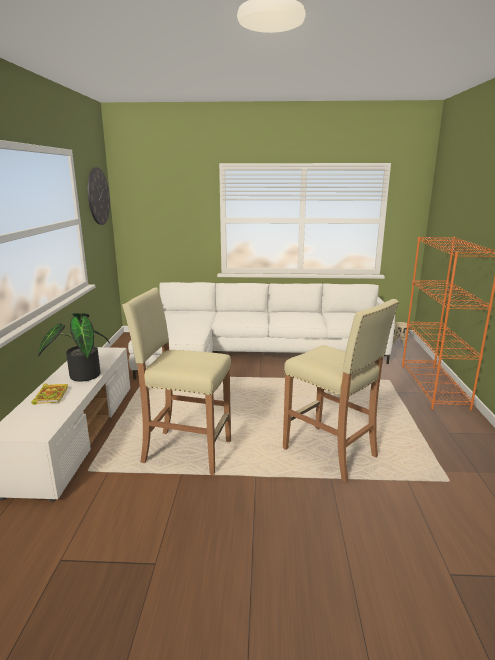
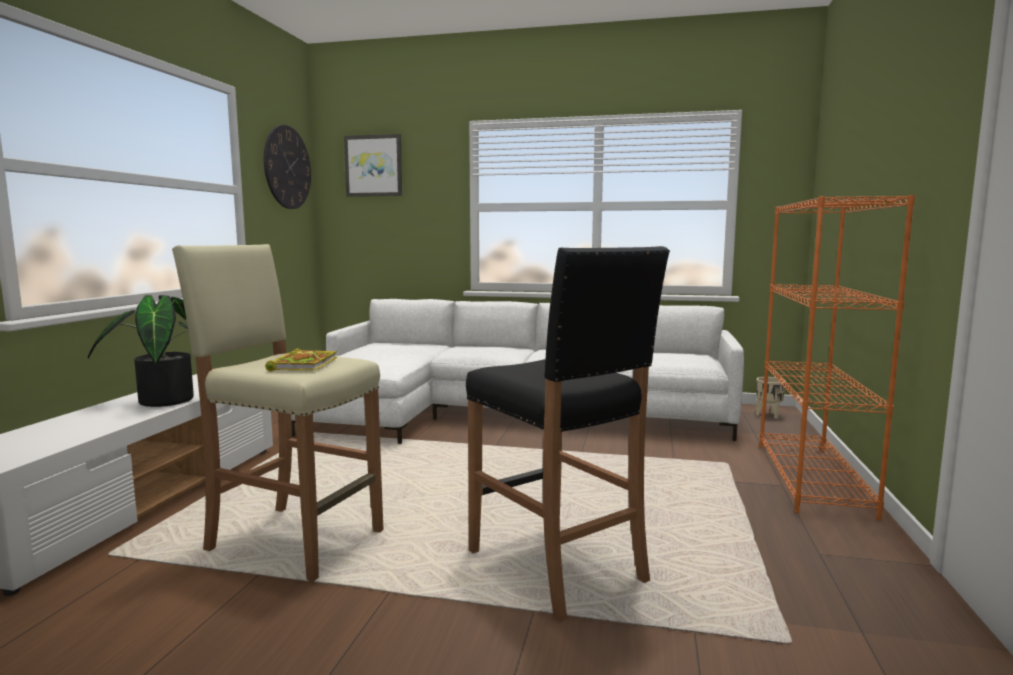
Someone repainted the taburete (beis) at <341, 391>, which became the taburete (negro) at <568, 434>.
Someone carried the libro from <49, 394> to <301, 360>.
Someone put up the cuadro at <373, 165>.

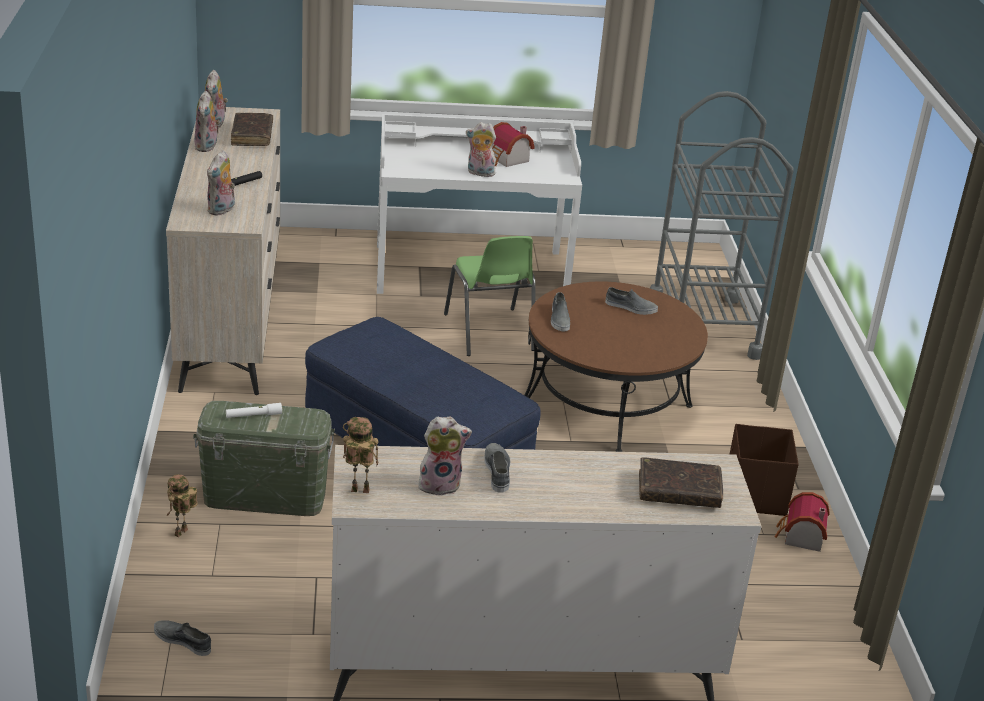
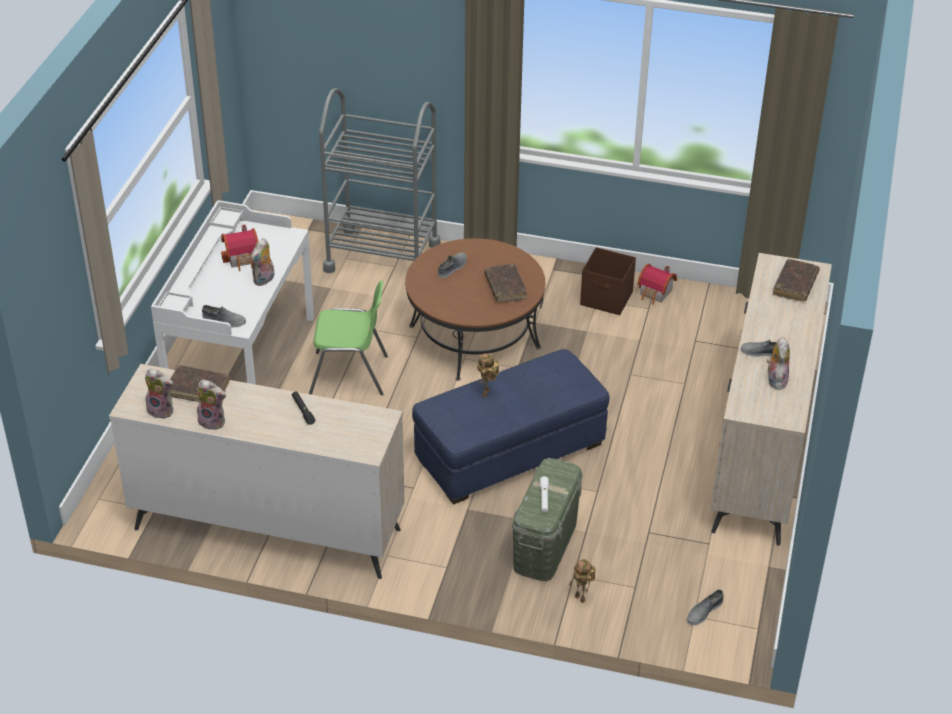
Someone took away the peluche at <221, 183>.
Someone carried the zapato (gris) from <560, 311> to <224, 316>.
Someone carried the robot de juguete from <360, 455> to <488, 375>.
Someone put down the libro (marrón) at <505, 283>.

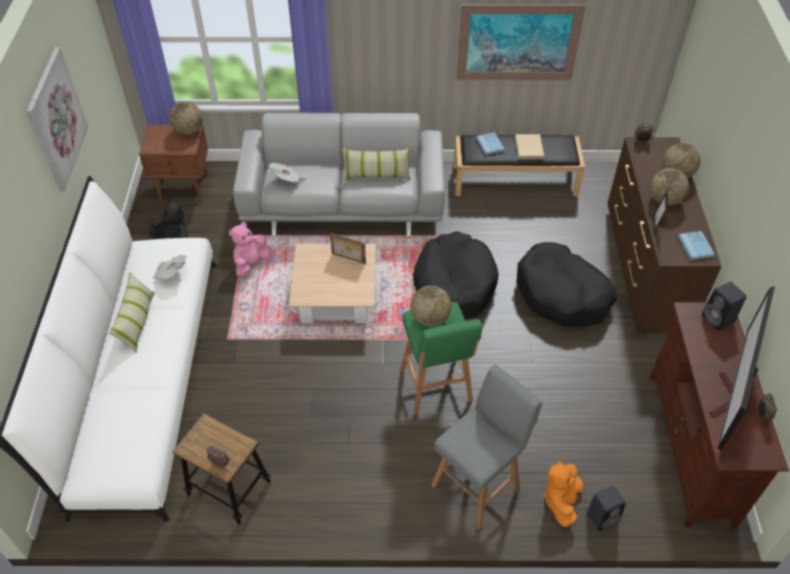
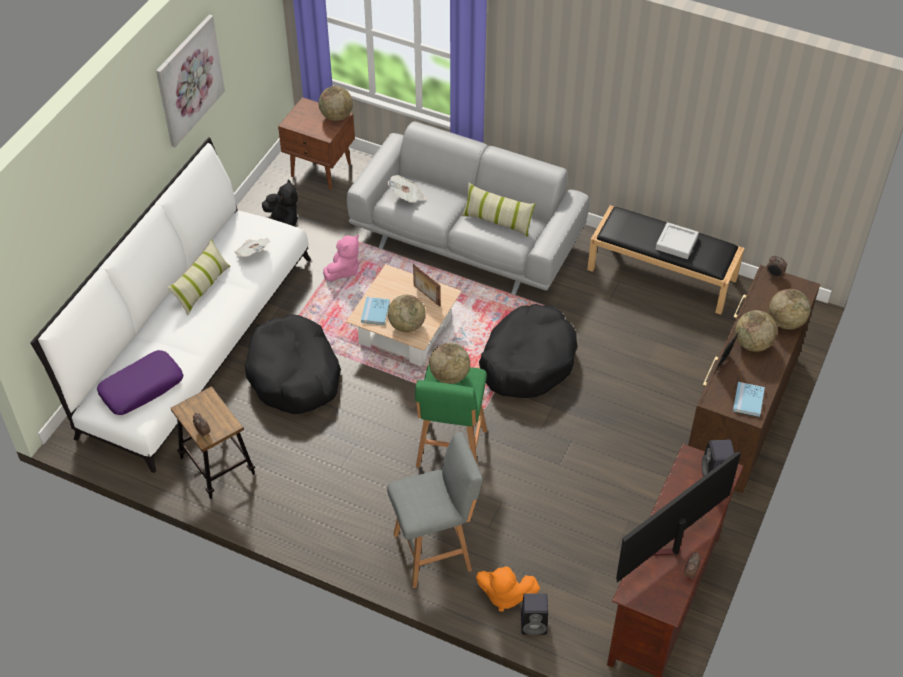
Someone took away the cuadro at <521, 42>.
Someone carried the libro (azul) from <490, 143> to <375, 311>.
Someone swapped the libro (beis) at <530, 147> for the bandeja (gris) at <677, 240>.
Someone rotated the peluche (rosa) at <250, 249> by 150 degrees clockwise.
Someone carried the cama para perro (negro) from <566, 284> to <293, 364>.
Someone rotated the peluche (naranja) at <564, 493> by 120 degrees counterclockwise.
Someone put down the globo terráqueo at <407, 314>.
Someone put down the cojín (morado) at <140, 382>.

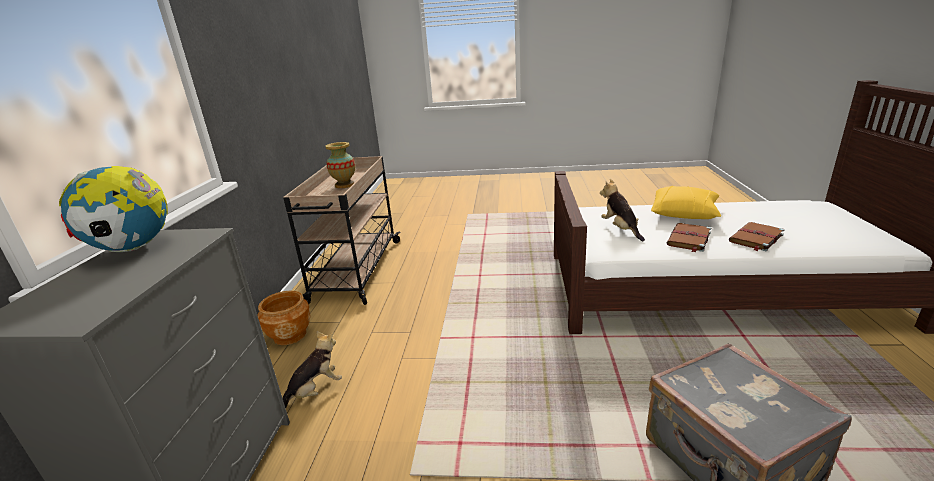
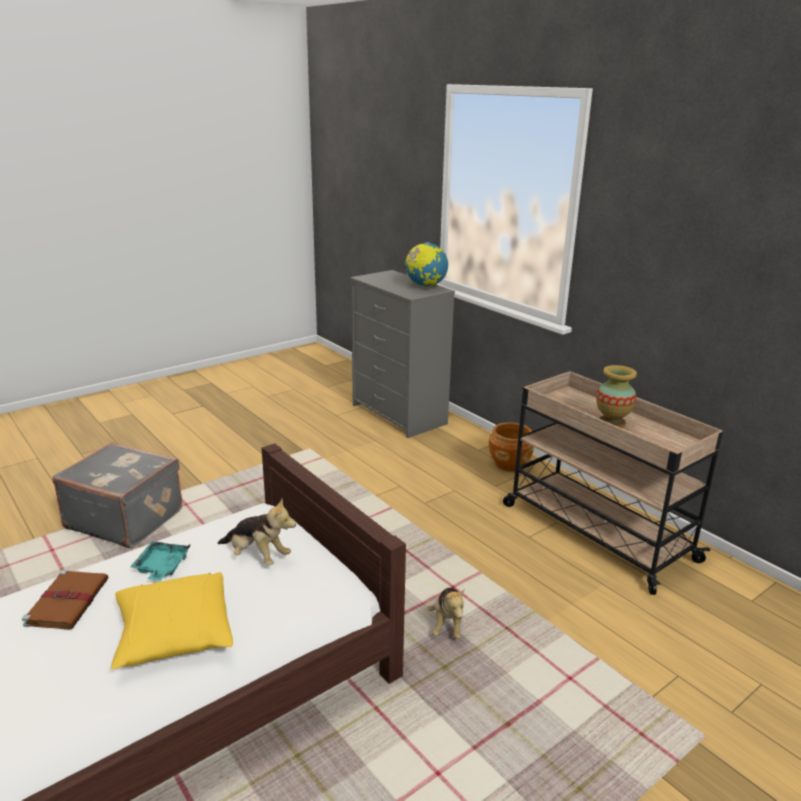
Someone swapped the libro (marrón) at <689, 238> for the bandeja (turquesa) at <160, 560>.
Someone carried the peluche from <312, 369> to <446, 613>.

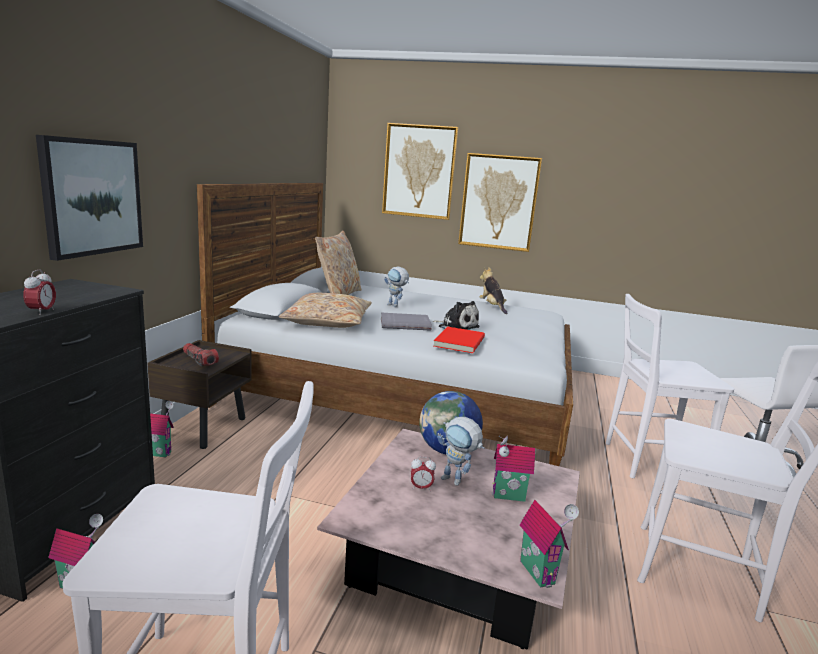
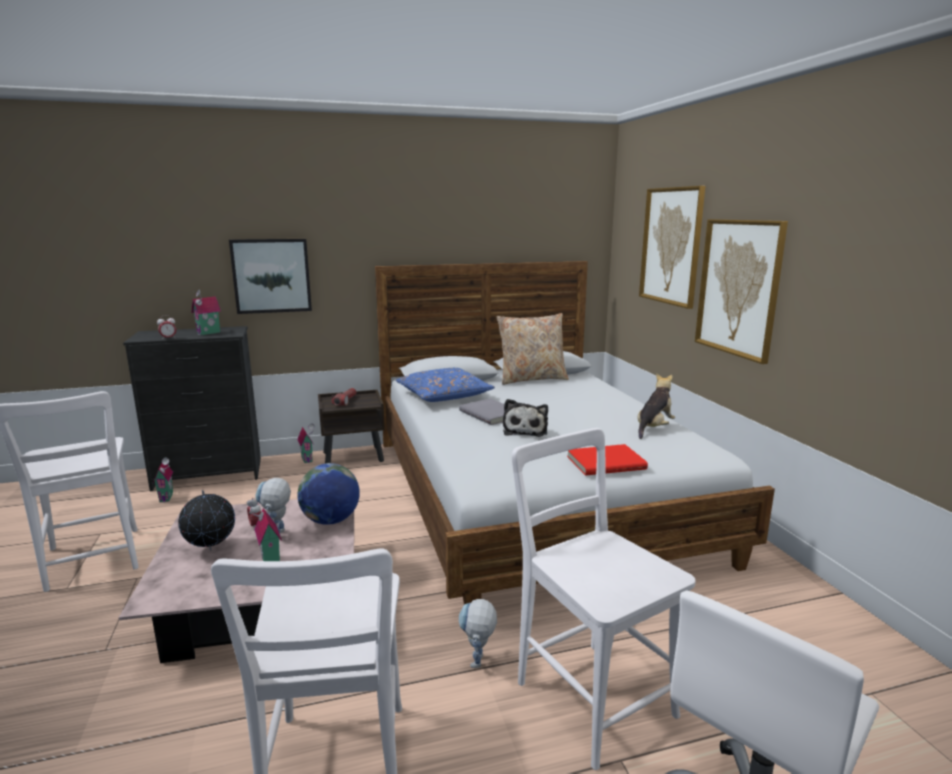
Someone carried the robot de juguete from <396, 286> to <478, 633>.
Someone repainted the cojín (beis) at <325, 310>, which became the cojín (azul) at <445, 385>.
Someone carried the libro (rojo) from <459, 340> to <607, 460>.
Someone carried the casita from <549, 544> to <206, 312>.
Someone put down the globo terráqueo at <206, 520>.

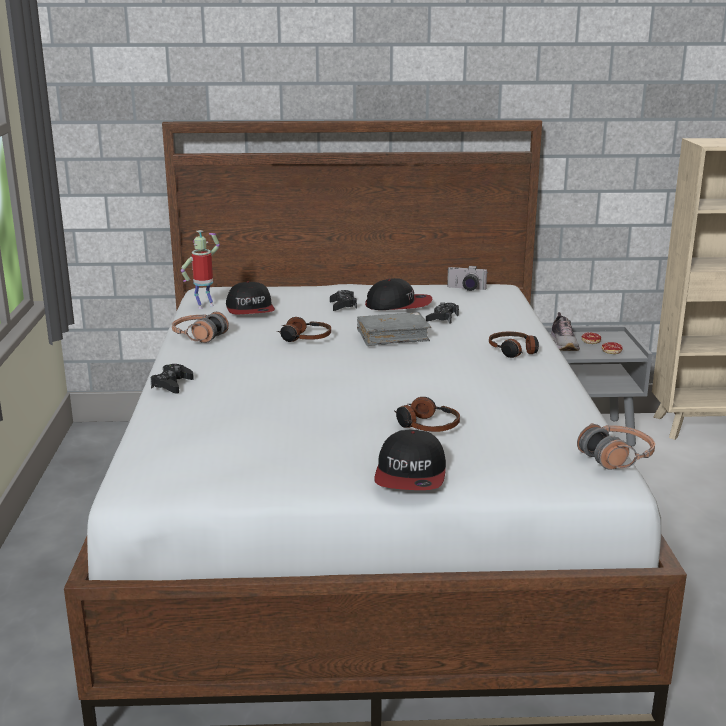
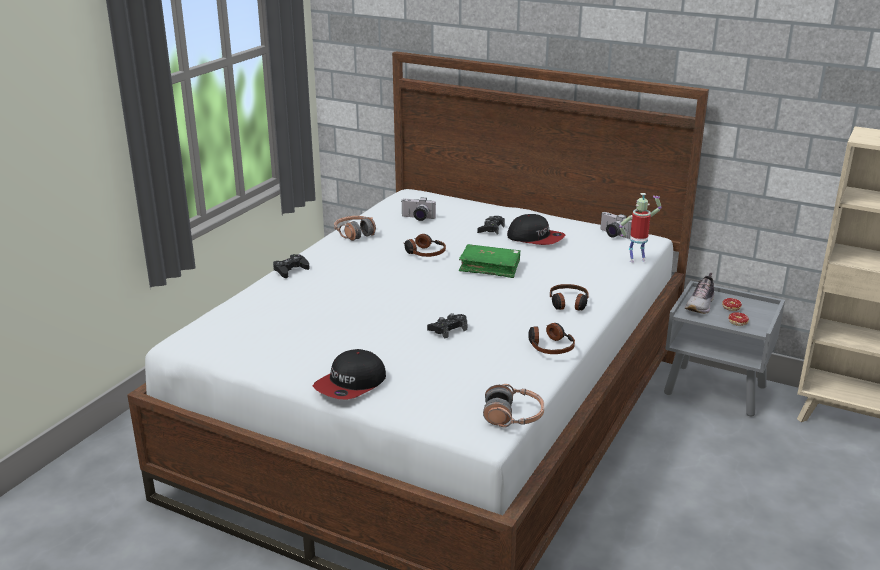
Someone carried the robot de juguete from <200, 269> to <640, 227>.
Someone swapped the gorra at <250, 298> for the cámara at <418, 209>.
Someone carried the mando de consola (negro) from <442, 312> to <447, 326>.
Someone repainted the libro (gris) at <394, 329>, which became the libro (verde) at <489, 261>.
Someone carried the auriculares from <427, 414> to <551, 338>.

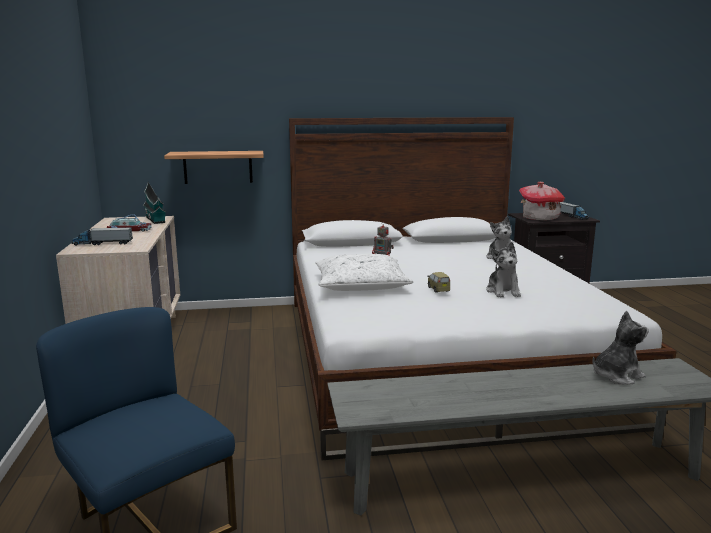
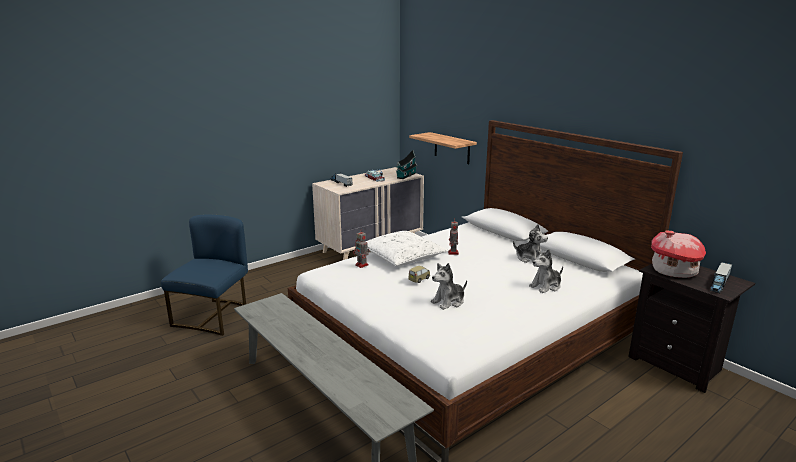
Someone carried the peluche from <621, 348> to <530, 243>.
Someone put down the robot de juguete at <361, 248>.

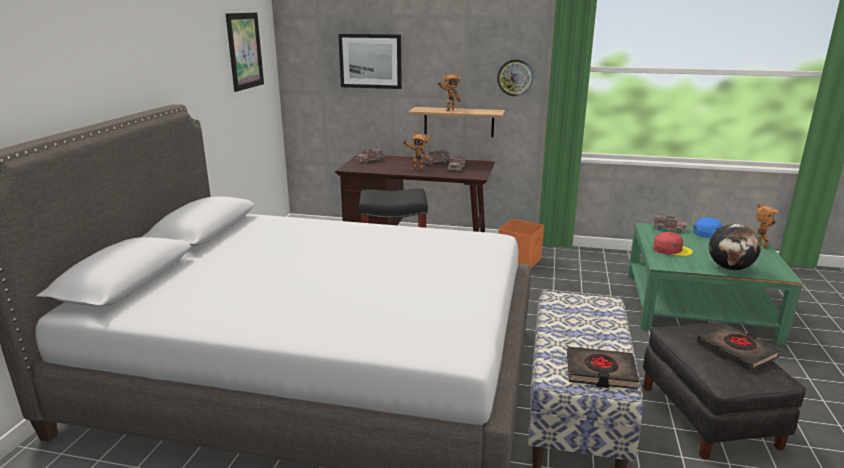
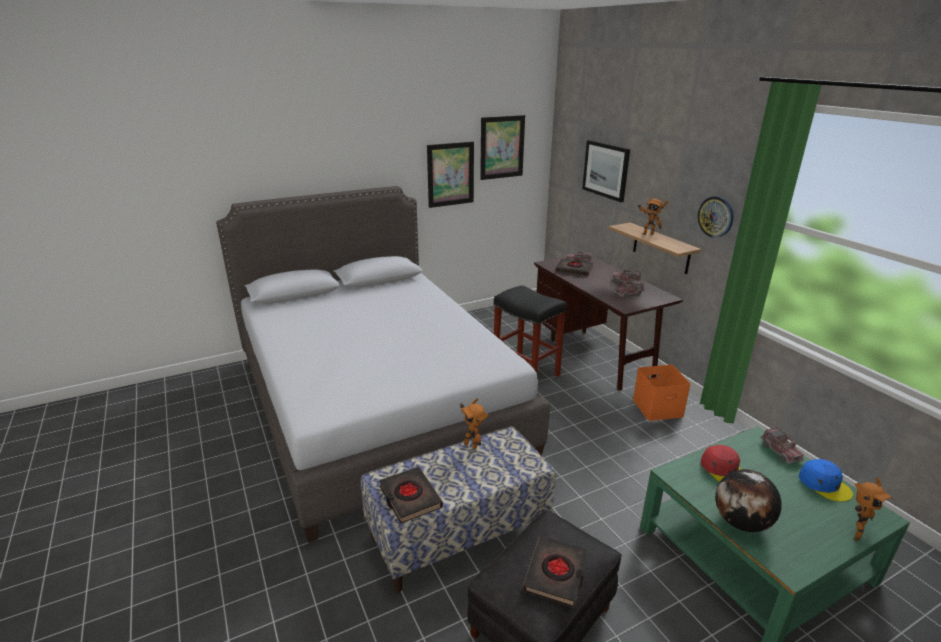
Someone carried the robot de juguete from <417, 151> to <474, 423>.
Someone put up the cuadro at <450, 174>.
Someone put down the libro (negro) at <574, 267>.

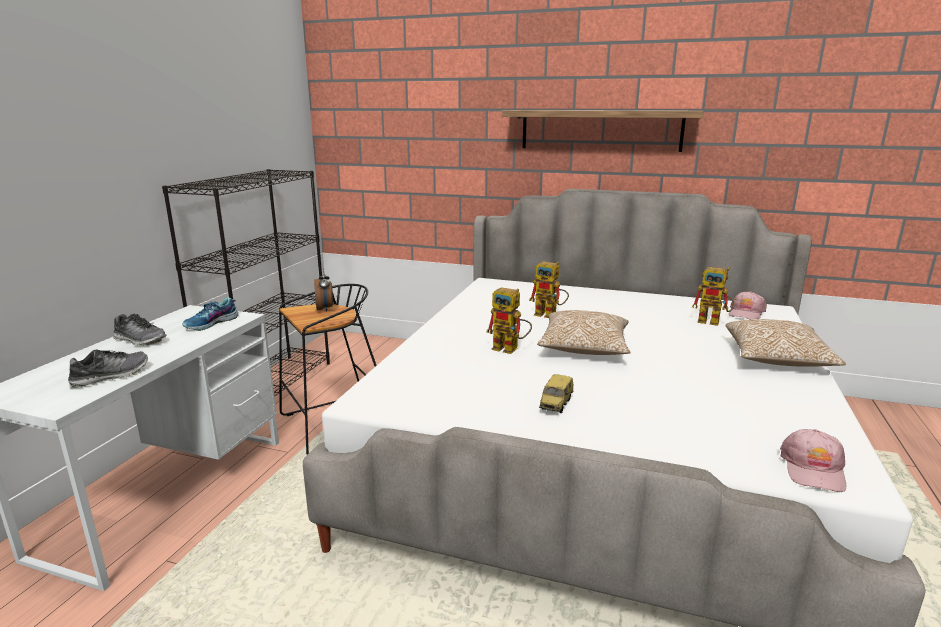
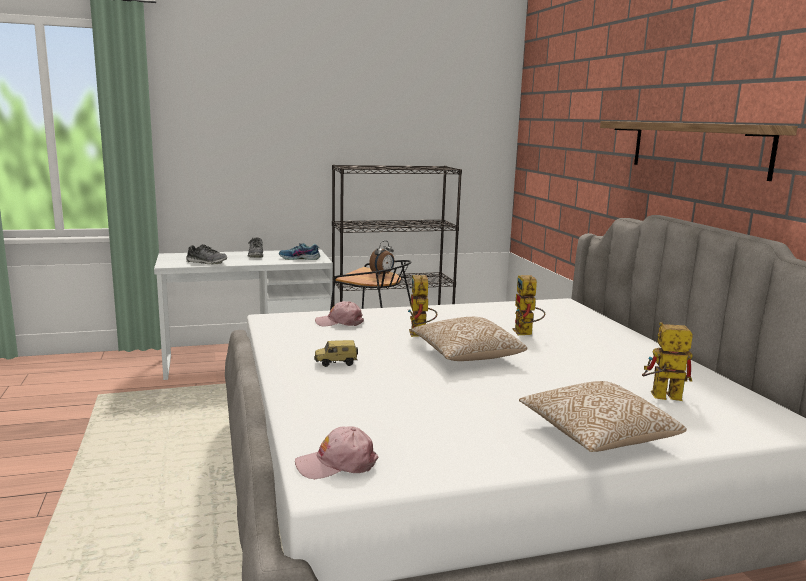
Someone rotated the robot de juguete at <713, 296> by 105 degrees clockwise.
Someone carried the gorra (rosa) from <748, 305> to <339, 313>.

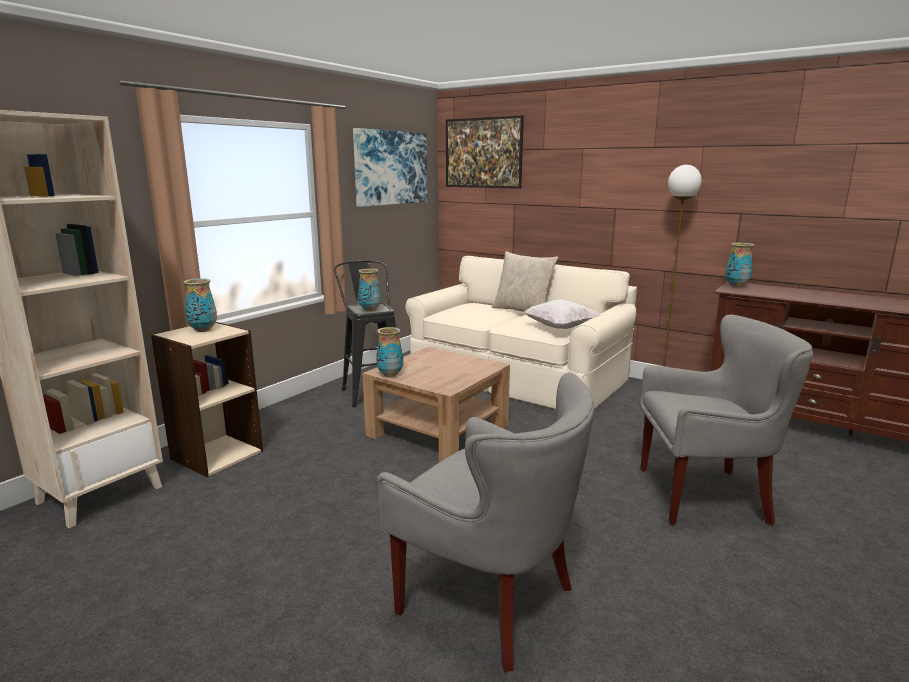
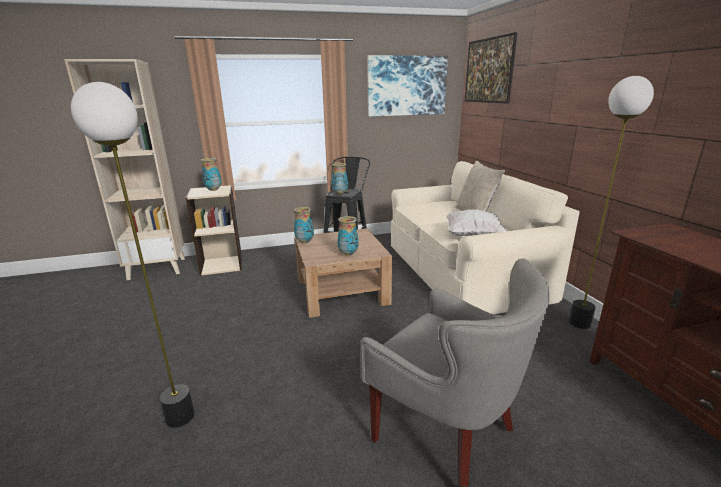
Someone carried the florero from <739, 265> to <348, 236>.
Someone swapped the sillón (gris) at <486, 522> for the lámpara de pie at <133, 255>.

